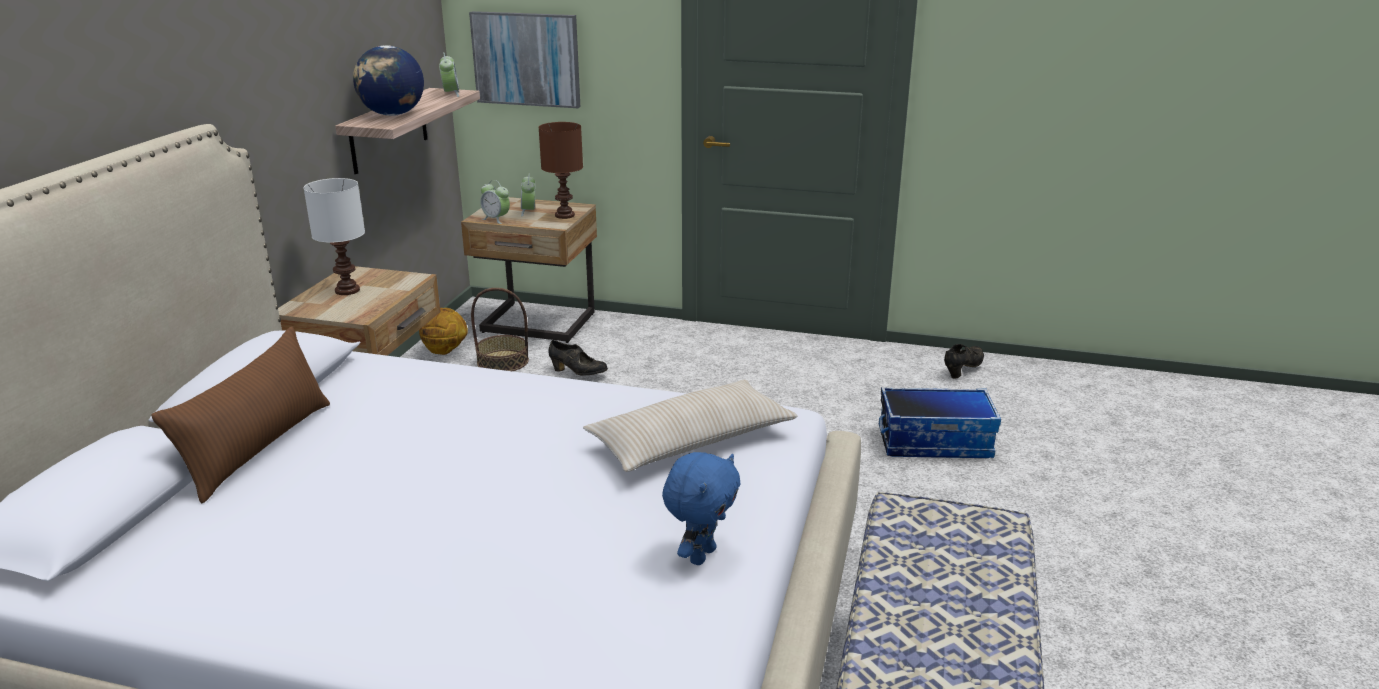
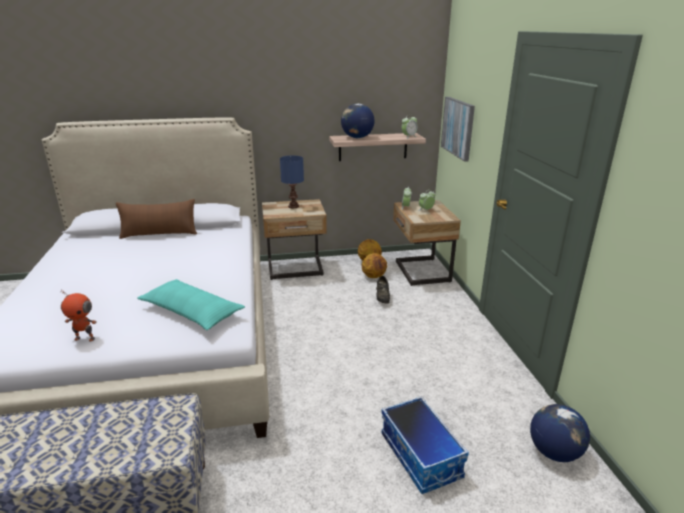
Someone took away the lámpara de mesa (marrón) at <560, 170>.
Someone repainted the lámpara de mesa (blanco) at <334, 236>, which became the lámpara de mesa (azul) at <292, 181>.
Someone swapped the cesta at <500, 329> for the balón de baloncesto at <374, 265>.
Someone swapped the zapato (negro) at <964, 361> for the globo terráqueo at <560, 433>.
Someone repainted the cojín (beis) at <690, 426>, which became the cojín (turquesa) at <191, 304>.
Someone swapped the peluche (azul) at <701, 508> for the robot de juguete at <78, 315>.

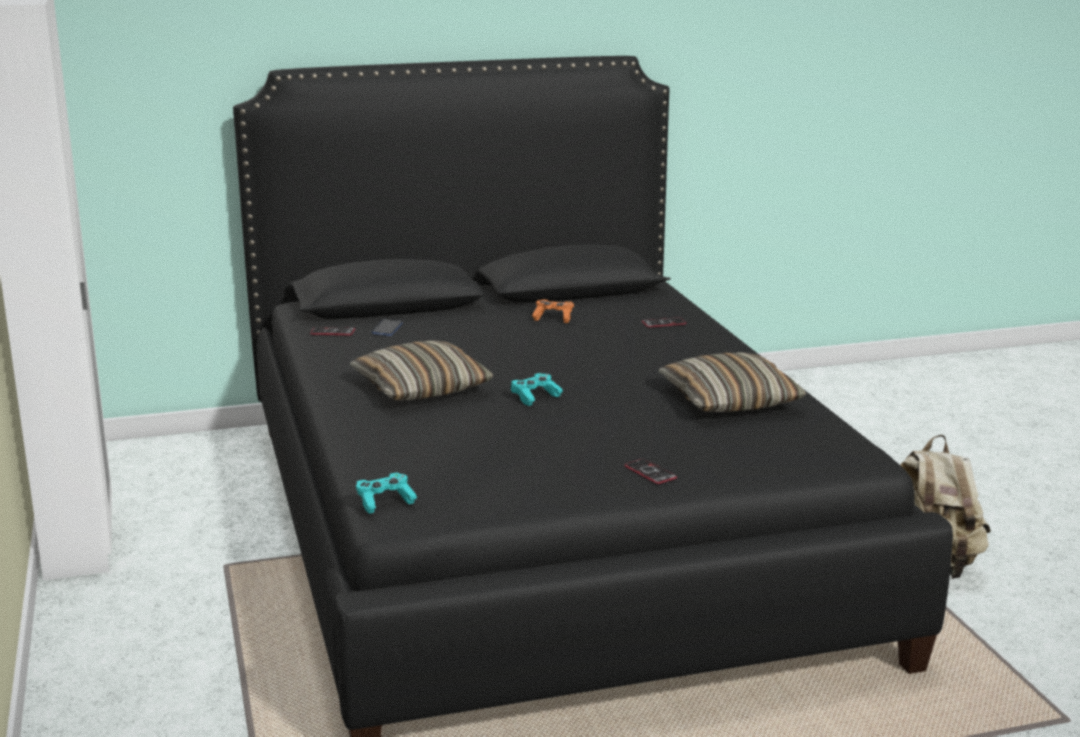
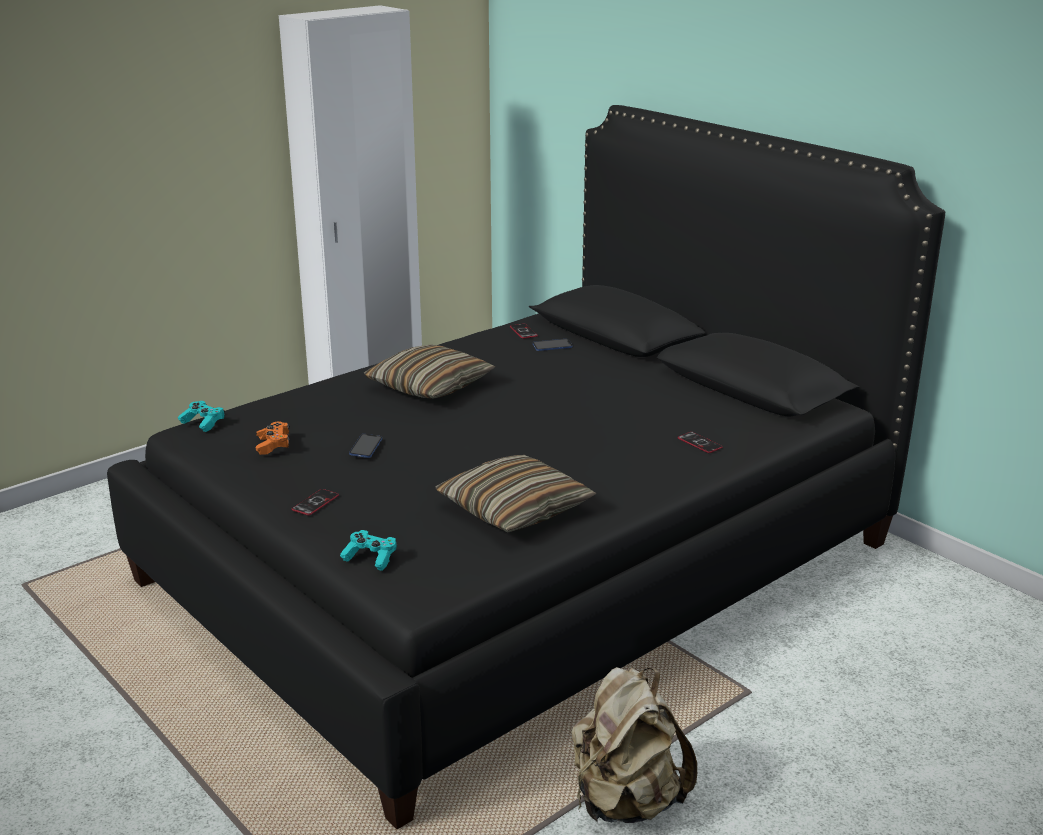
Someone carried the mando de consola (naranja) from <553, 311> to <272, 438>.
Someone carried the mando de consola (turquesa) from <536, 389> to <368, 550>.
Someone put down the móvil at <365, 446>.

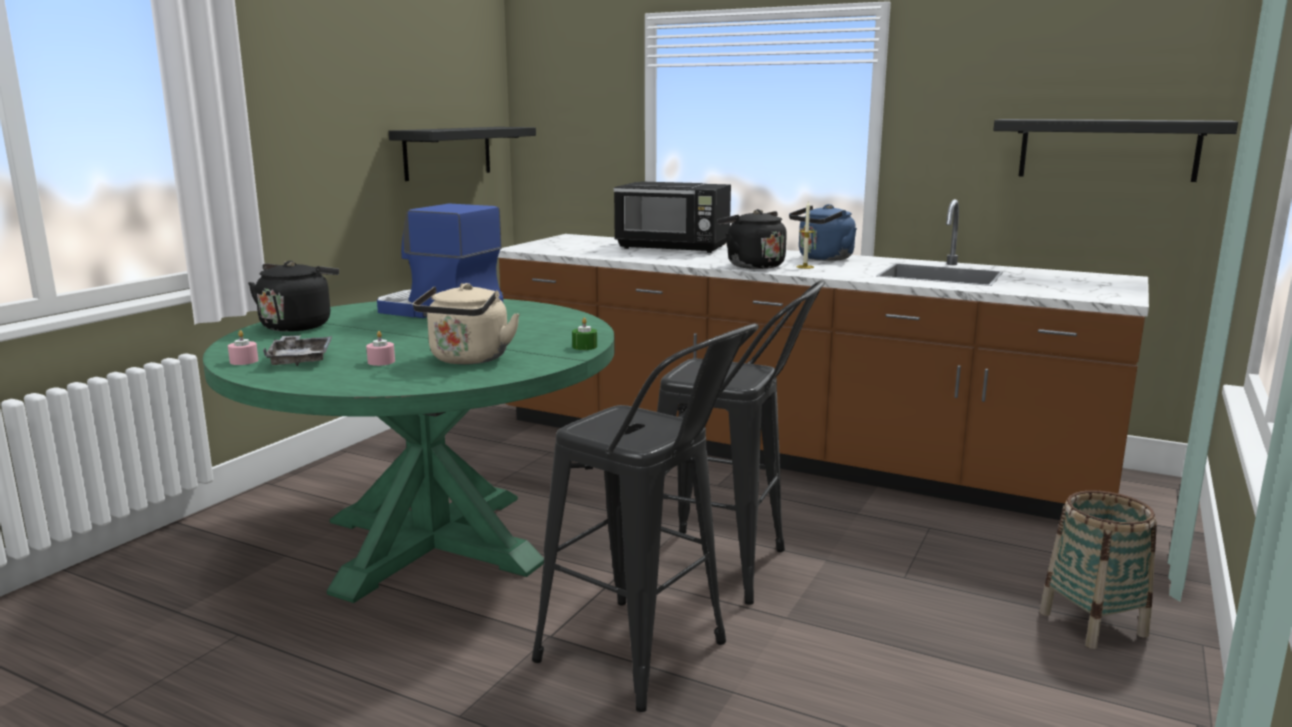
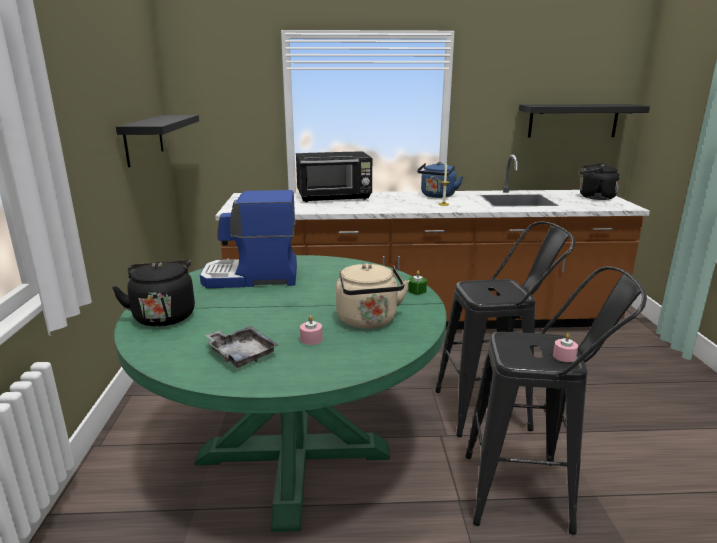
Someone carried the hervidor (negro) from <752, 239> to <600, 181>.
Someone carried the vela (rosa) from <243, 347> to <565, 347>.
Someone took away the cesta at <1098, 569>.

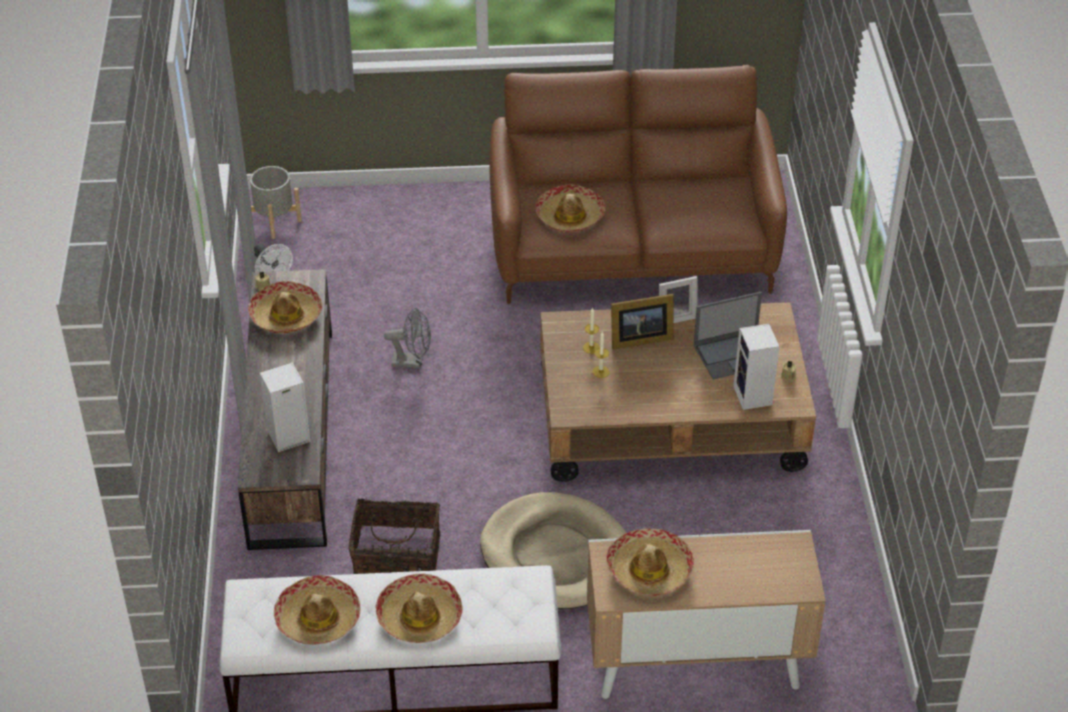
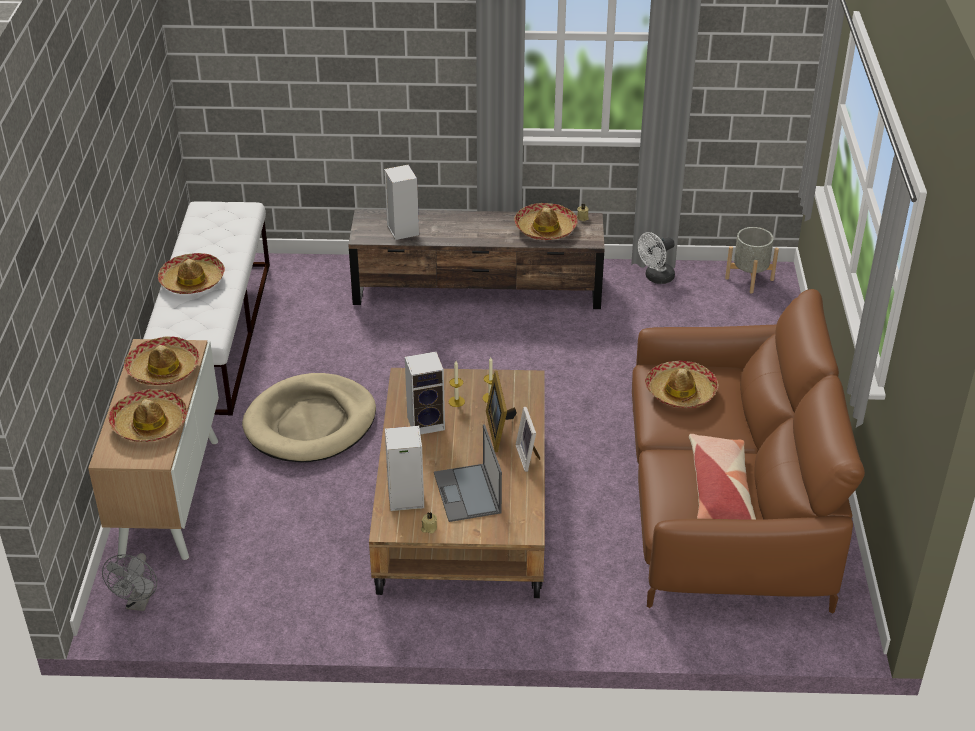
Someone carried the ventilador (gris) from <407, 337> to <129, 582>.
Someone took away the cesta at <394, 536>.
Someone carried the sombrero from <317, 610> to <147, 415>.
Someone put down the altavoz at <425, 393>.
Someone put down the cojín at <722, 477>.

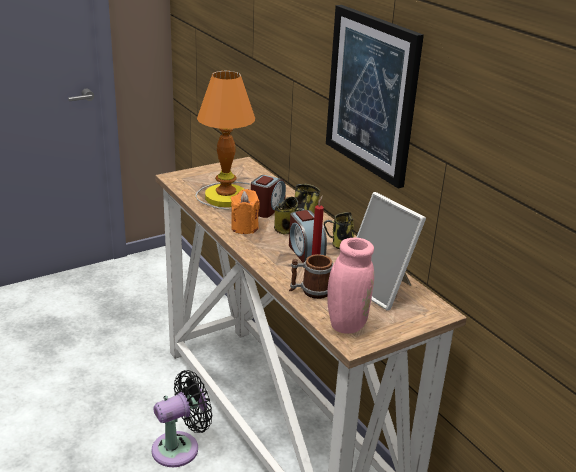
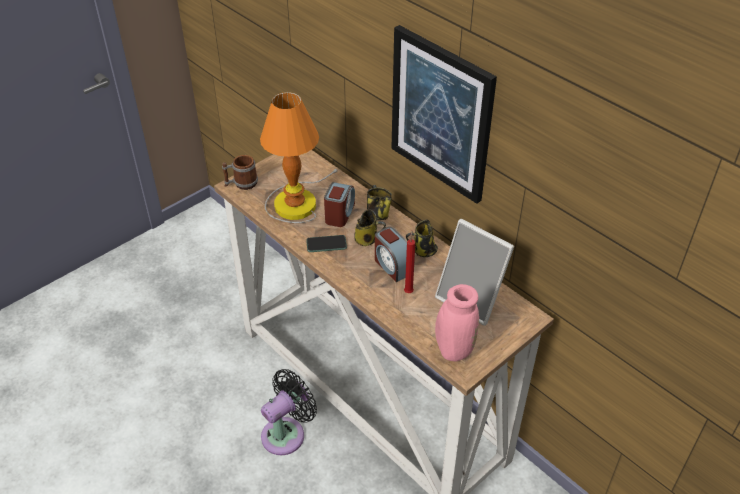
Someone swapped the vela (naranja) at <245, 211> for the móvil at <326, 243>.
Someone carried the taza grande from <311, 276> to <240, 172>.

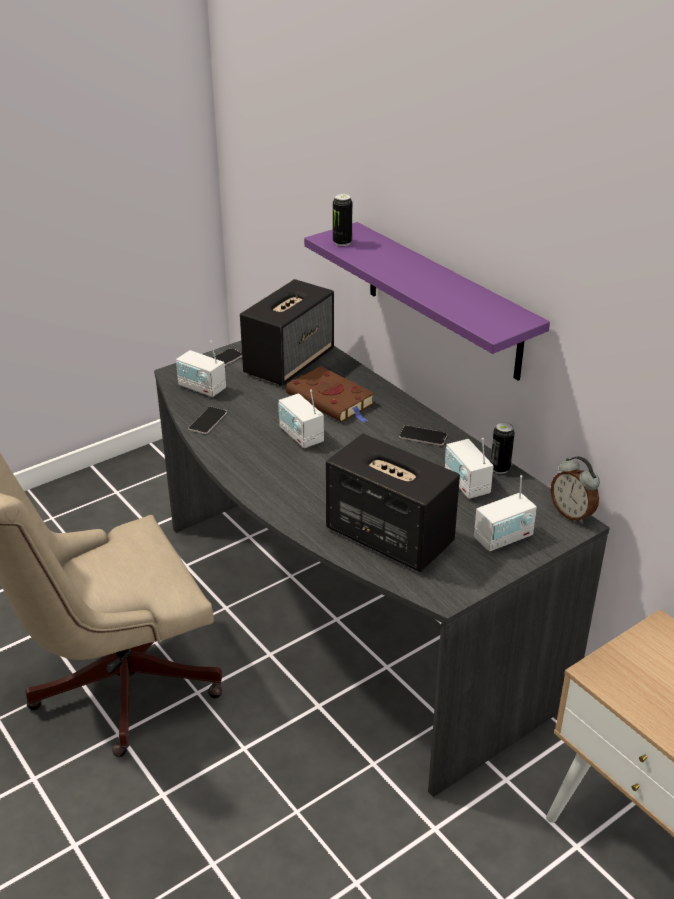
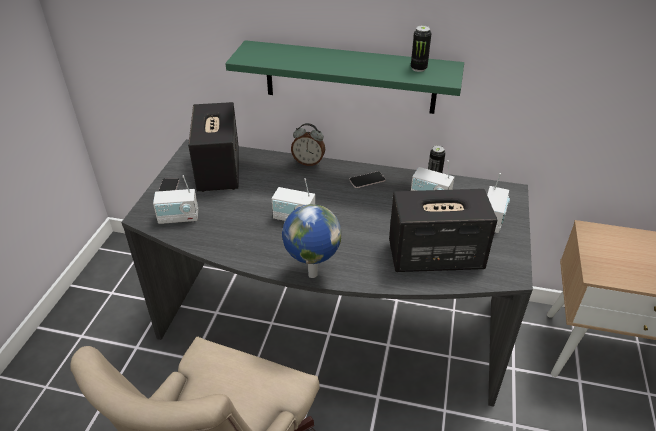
Someone carried the lata from <342, 220> to <421, 49>.
Someone repainted the estante (morado) at <427, 301>, which became the estante (verde) at <344, 77>.
Someone took away the libro (marrón) at <330, 394>.
Someone took away the móvil at <207, 420>.
Someone carried the despertador from <575, 490> to <308, 144>.
Someone put down the globo terráqueo at <312, 241>.

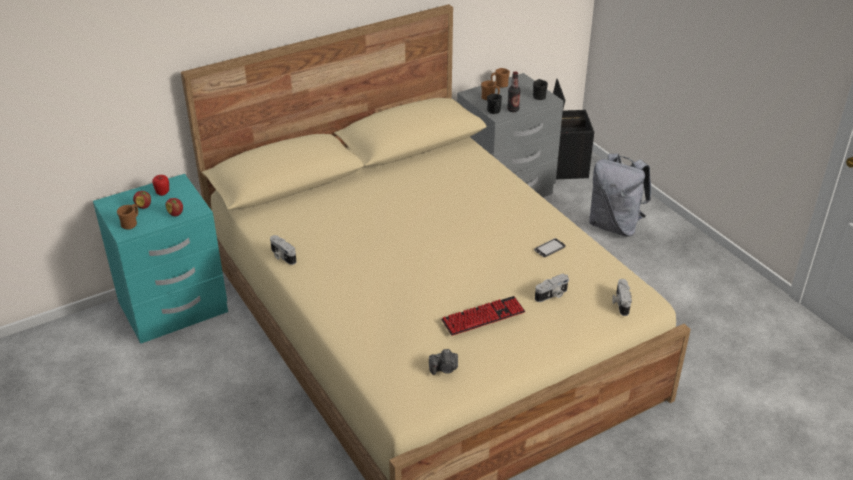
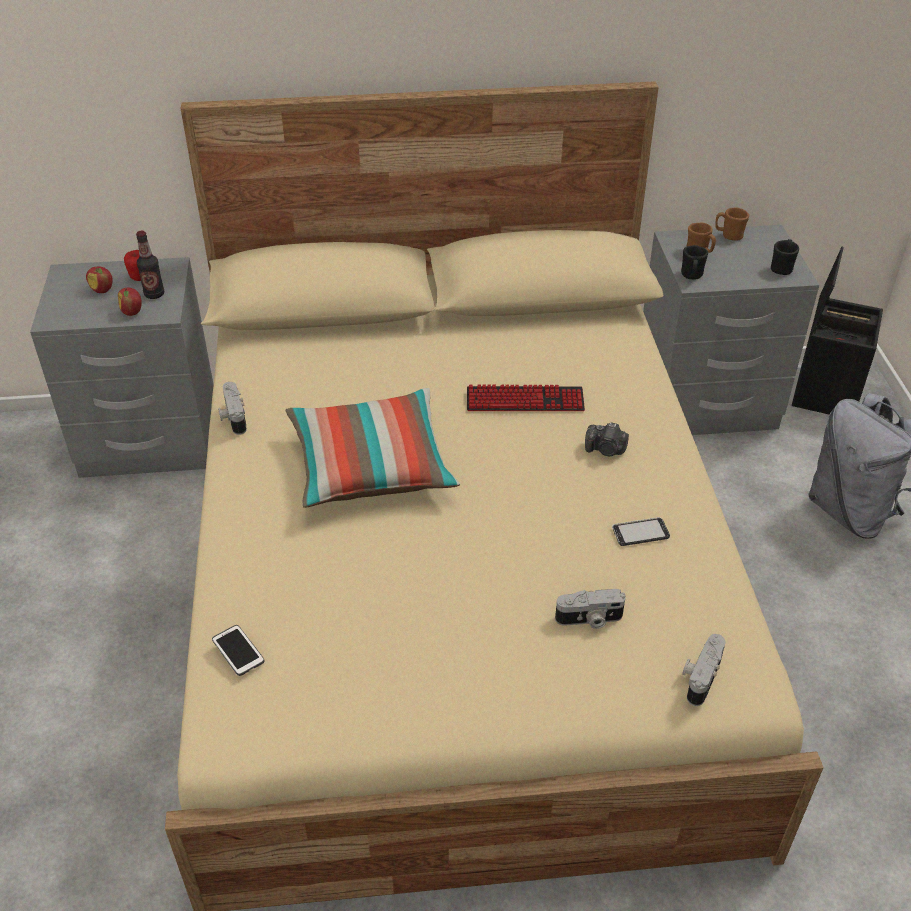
Someone carried the botella from <514, 92> to <150, 265>.
Someone repainted the mesita de noche (turquesa) at <160, 259>, which became the mesita de noche (gris) at <122, 367>.
Someone took away the taza grande (marrón) at <127, 217>.
Someone carried the teclado from <483, 316> to <526, 398>.
Someone carried the cámara from <443, 362> to <607, 439>.
Someone put down the cojín at <373, 448>.
Someone put down the móvil at <238, 650>.

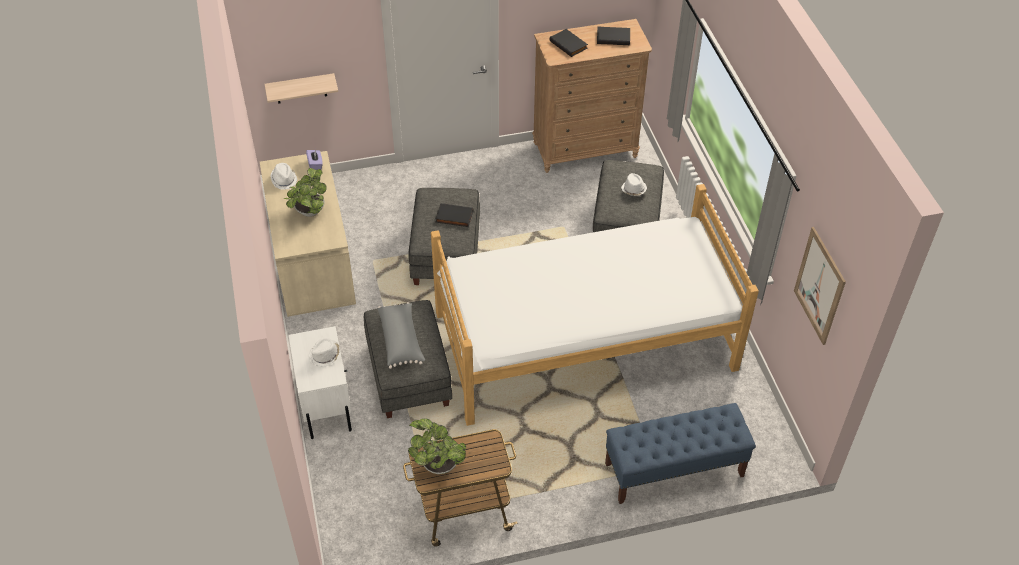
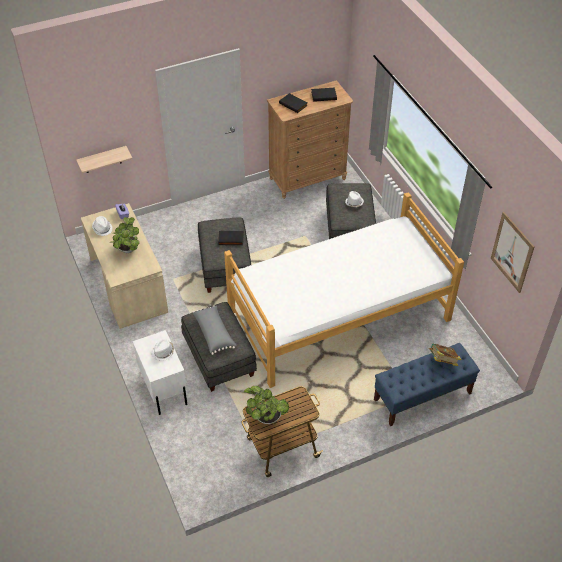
Someone put down the libro at <445, 355>.

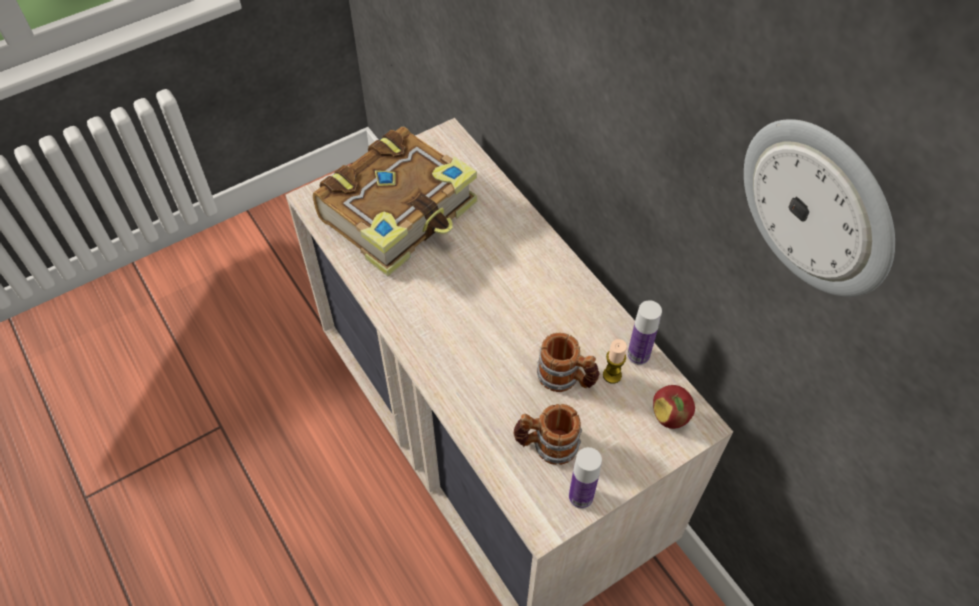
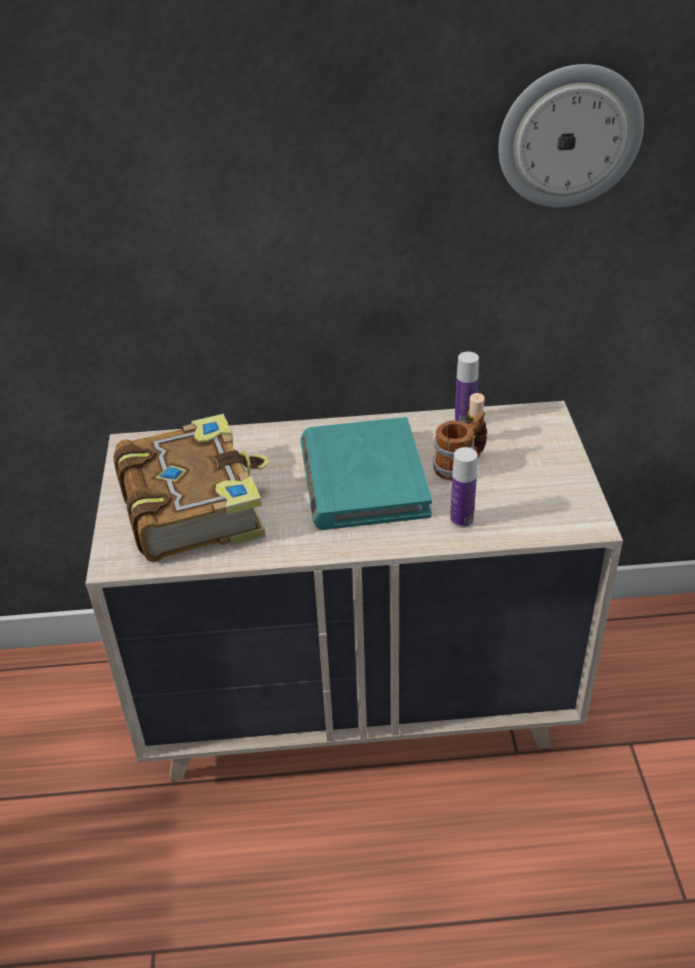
Someone took away the manzana at <674, 407>.
Someone took away the taza grande at <547, 434>.
Someone carried the botella from <585, 478> to <463, 487>.
Someone put down the libro (turquesa) at <366, 473>.

